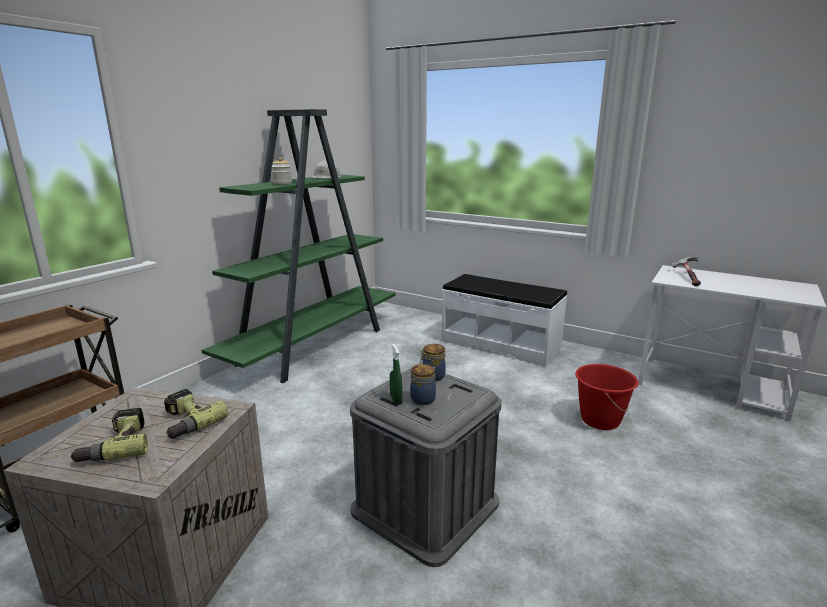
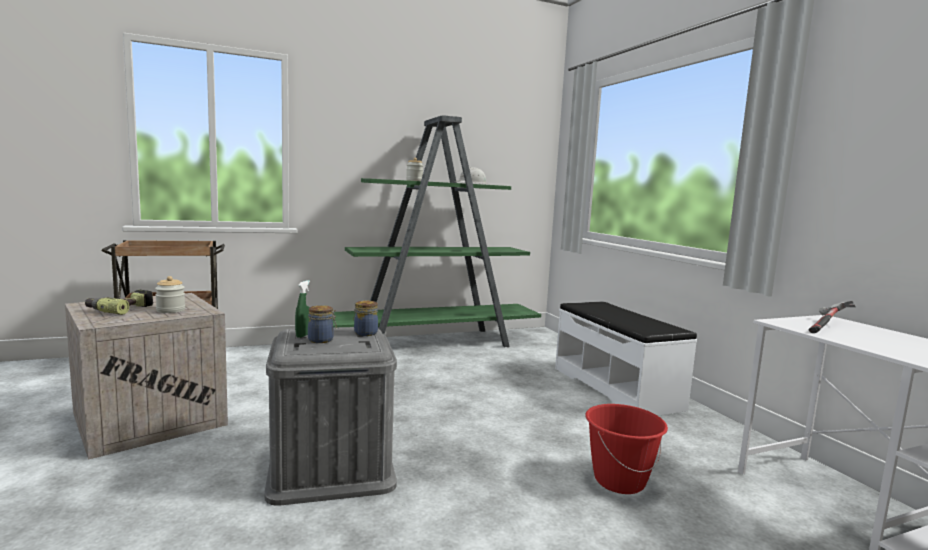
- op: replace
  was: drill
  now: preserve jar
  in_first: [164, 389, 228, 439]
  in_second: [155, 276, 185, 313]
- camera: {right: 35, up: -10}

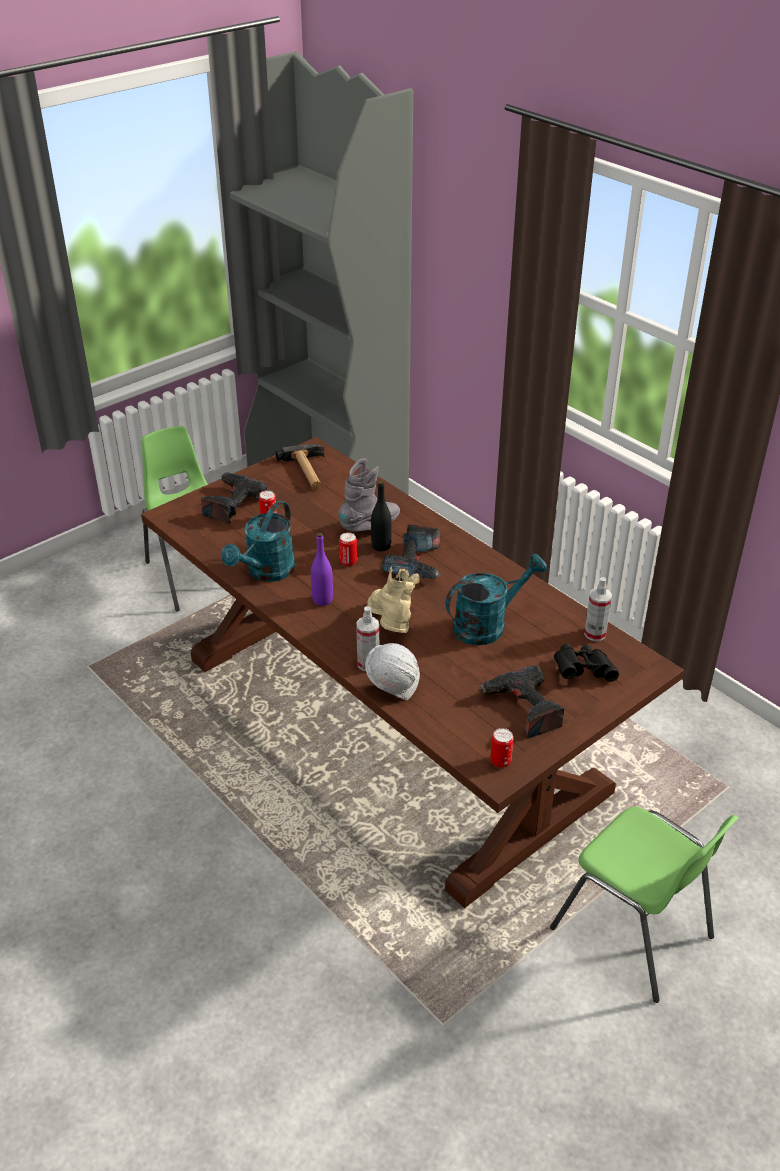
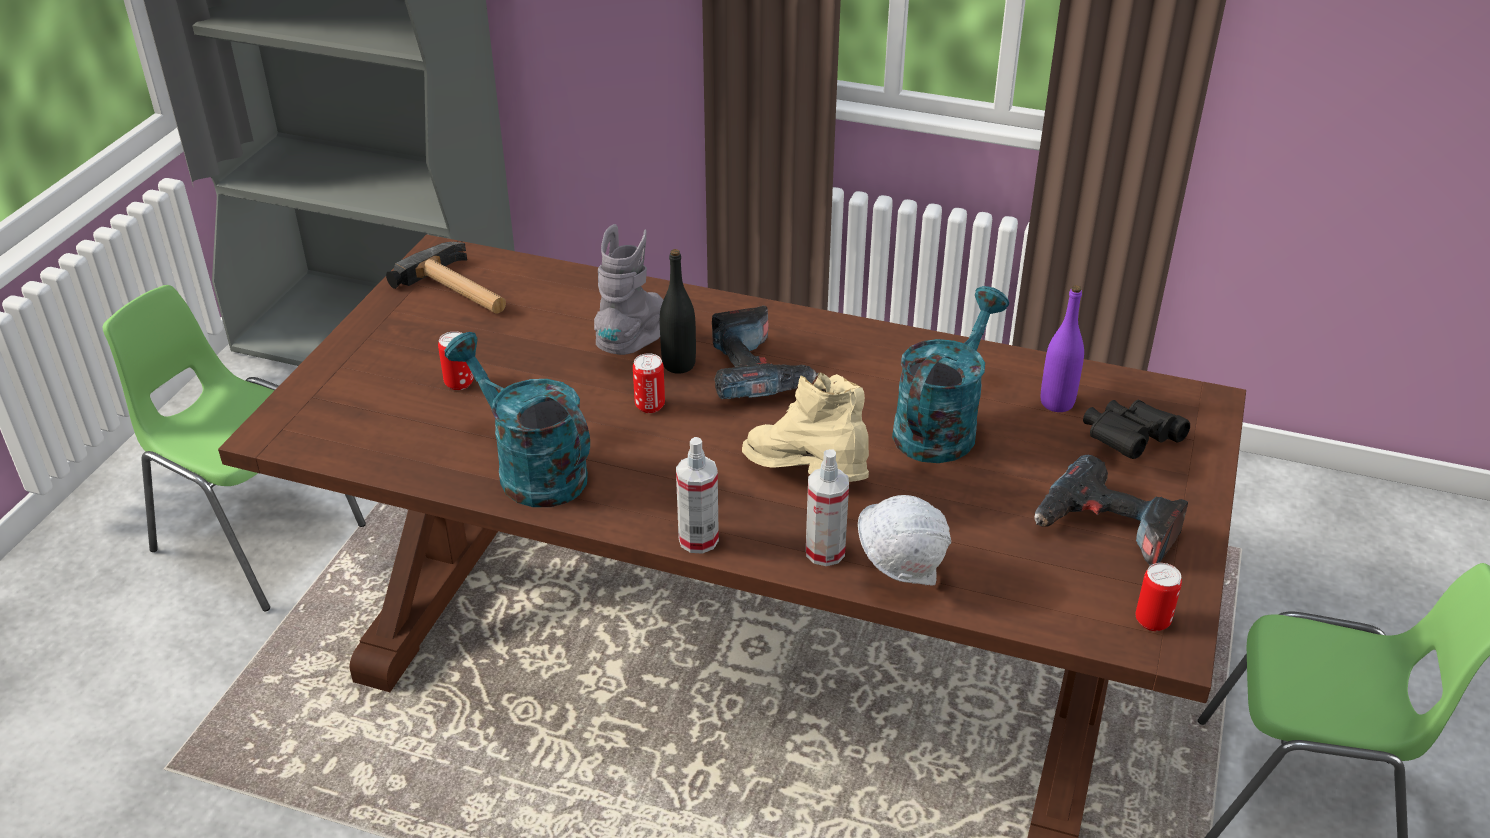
- op: rotate
  was: watering can (blue-green)
  in_first: [221, 501, 295, 582]
  in_second: [445, 332, 590, 507]
  clockwise: 135
- op: move
  was: hand sprayer
  in_first: [584, 577, 612, 641]
  in_second: [676, 437, 719, 554]
- op: move
  was: beverage bottle (purple-coloured)
  in_first: [311, 533, 333, 606]
  in_second: [1041, 285, 1084, 412]
- op: delete
  was: drill
  in_first: [201, 472, 268, 524]
- camera: {right: -30, up: 0}

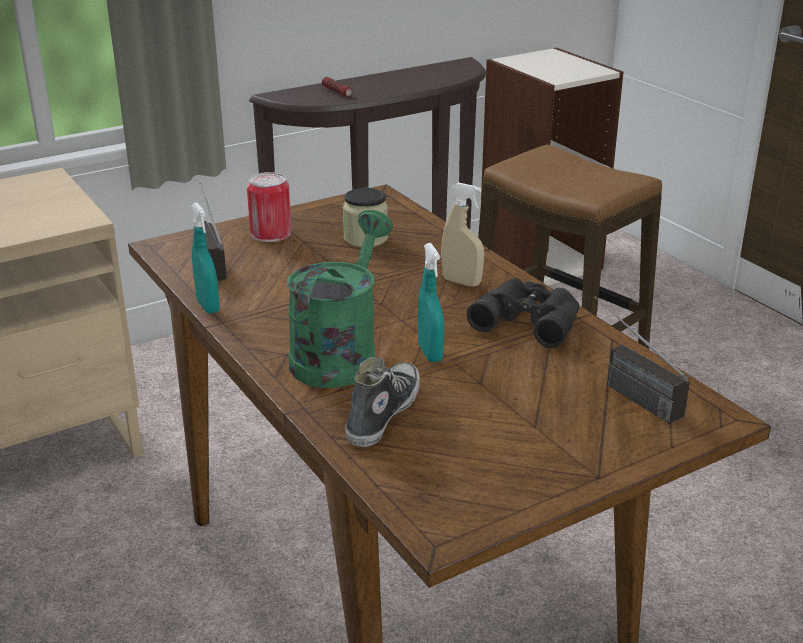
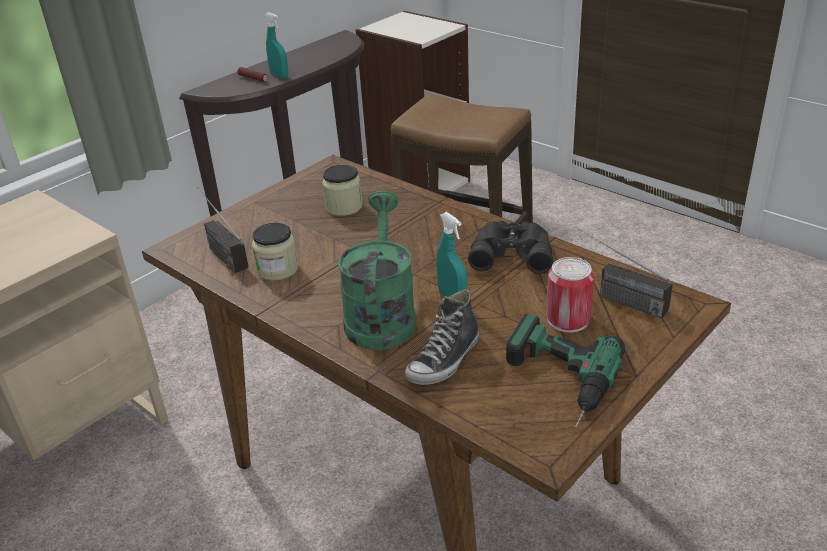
- op: insert
  now: preserve jar
  in_second: [252, 223, 298, 281]
- op: move
  was: hand sprayer (blue-green)
  in_first: [191, 202, 219, 314]
  in_second: [265, 12, 288, 78]
- op: rotate
  was: shoe
  in_first: [345, 357, 420, 447]
  in_second: [405, 289, 479, 385]
  clockwise: -150
- op: insert
  now: drill
  in_second: [506, 314, 625, 427]
- op: move
  was: metal can
  in_first: [247, 172, 291, 242]
  in_second: [546, 257, 594, 333]
- op: delete
  was: hand sprayer (beige)
  in_first: [441, 182, 484, 287]
- camera: {right: -15, up: 5}

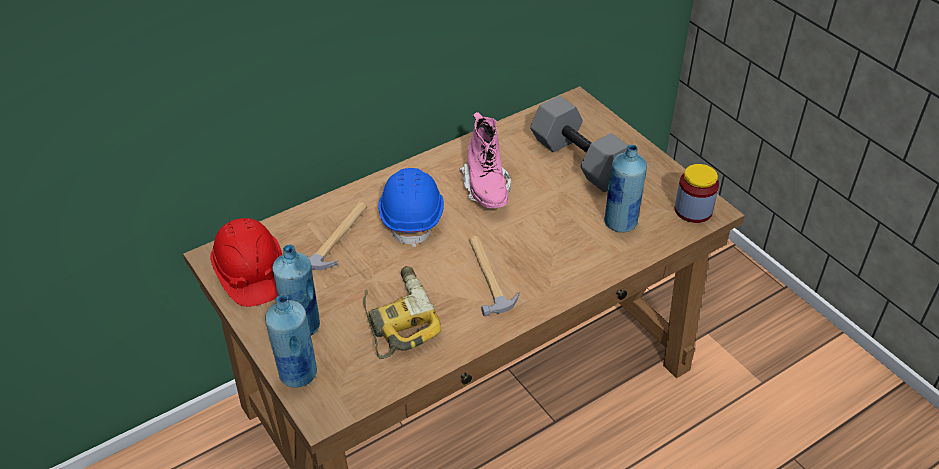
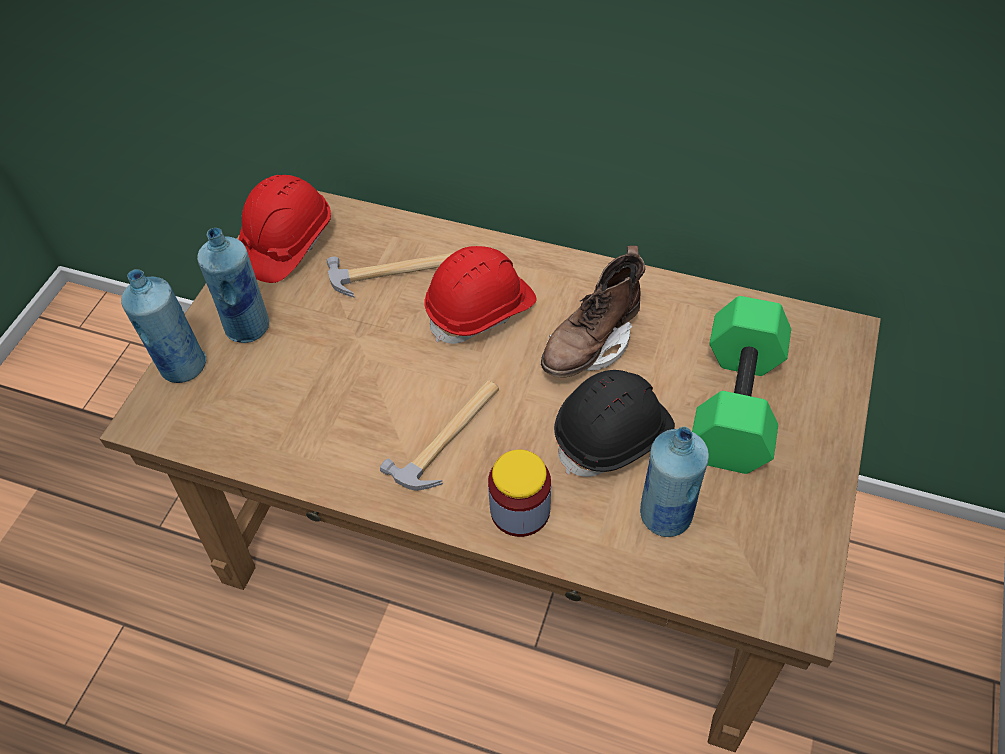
- op: recolor
  was: work helmet (blue-coloured)
  now: work helmet (reddish)
  in_first: [378, 168, 444, 247]
  in_second: [424, 246, 537, 344]
- op: move
  was: preserve jar
  in_first: [675, 164, 719, 223]
  in_second: [488, 450, 551, 537]
- op: recolor
  was: boot (pink)
  now: boot (brown-coloured)
  in_first: [459, 112, 511, 208]
  in_second: [541, 245, 645, 378]
- op: insert
  now: work helmet (blackish)
  in_second: [554, 370, 675, 477]
- op: recolor
  was: free weight (greyish)
  now: free weight (green-coloured)
  in_first: [530, 96, 627, 192]
  in_second: [692, 296, 791, 474]
- op: delete
  was: drill
  in_first: [363, 266, 441, 359]
- camera: {right: 55, up: 10}

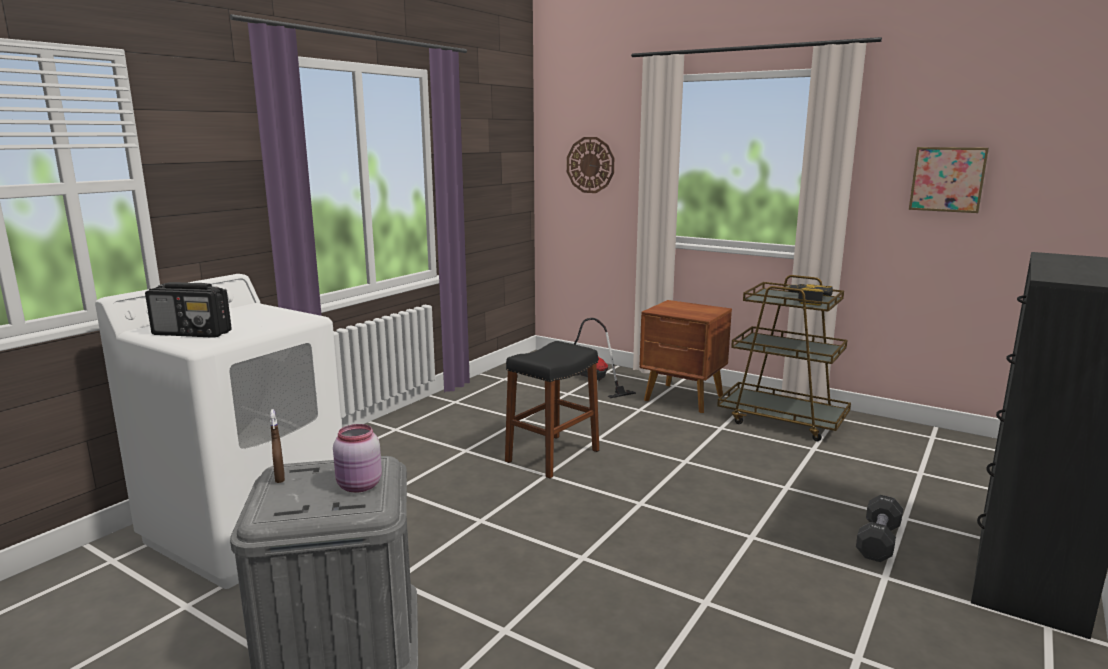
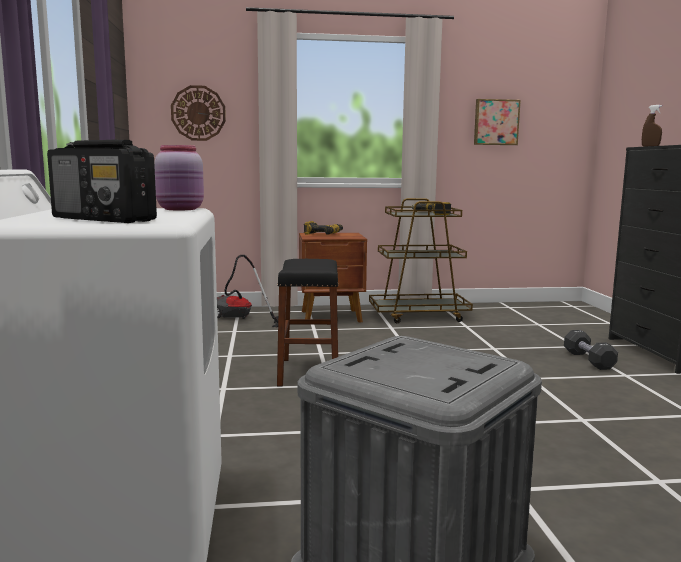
- op: rotate
  was: radio receiver
  in_first: [145, 282, 232, 338]
  in_second: [47, 140, 157, 223]
  clockwise: 60
- op: move
  was: preserve jar (pink)
  in_first: [333, 424, 382, 493]
  in_second: [154, 145, 204, 210]
- op: insert
  now: drill
  in_second: [304, 221, 343, 235]
- op: move
  was: hand sprayer (brown-coloured)
  in_first: [270, 409, 285, 483]
  in_second: [642, 105, 662, 147]
- camera: {right: -40, up: -5}

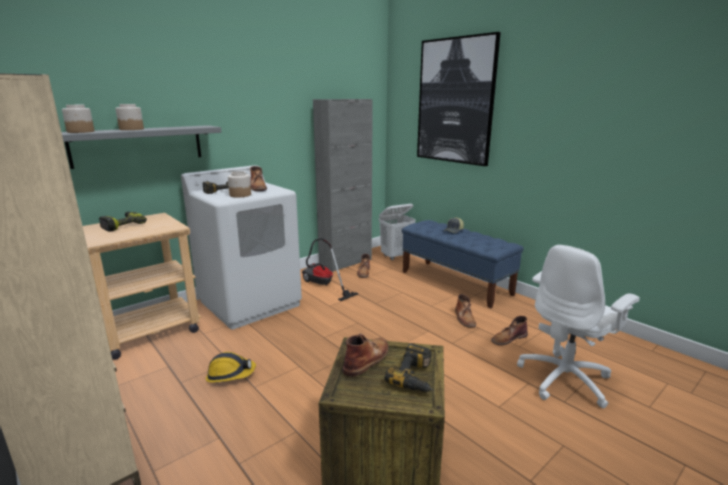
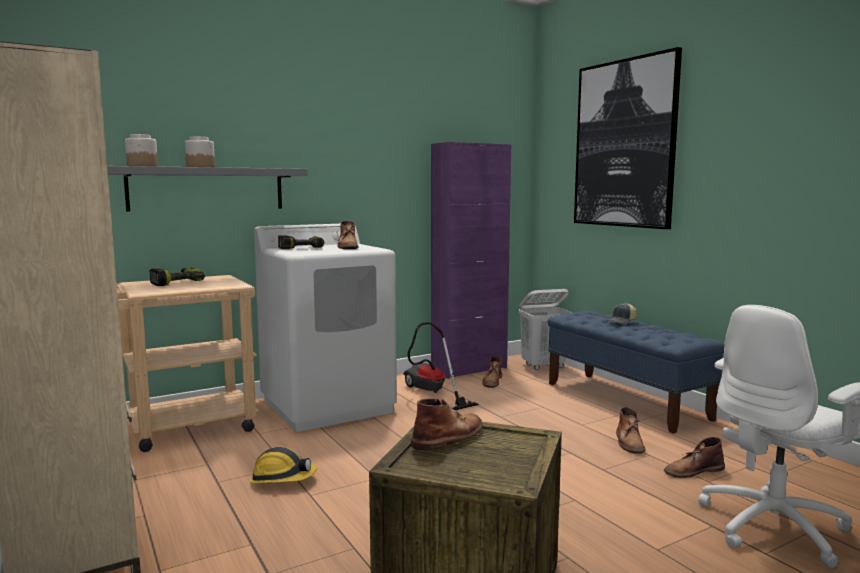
- op: recolor
  was: storage cabinet (greyish)
  now: storage cabinet (purple-coloured)
  in_first: [313, 99, 373, 272]
  in_second: [431, 142, 511, 379]
- op: delete
  was: preserve jar
  in_first: [228, 171, 251, 198]
- op: delete
  was: drill
  in_first: [385, 343, 434, 392]
- camera: {right: 10, up: -10}

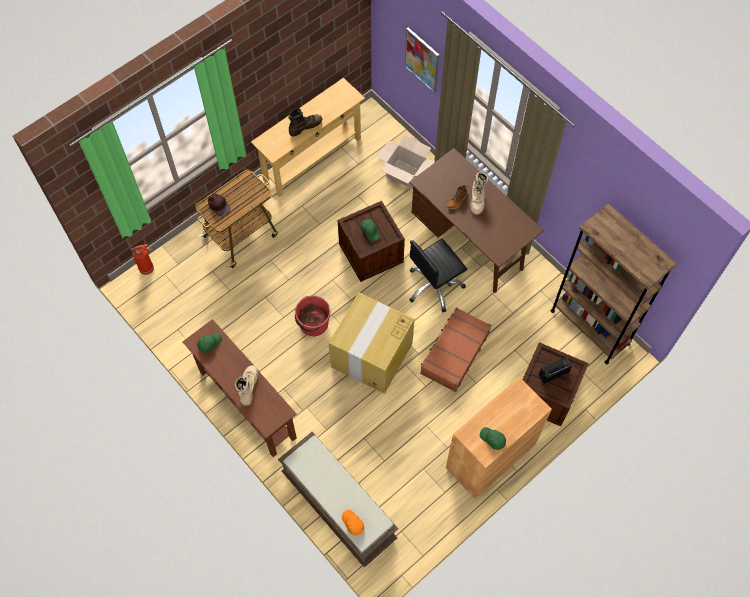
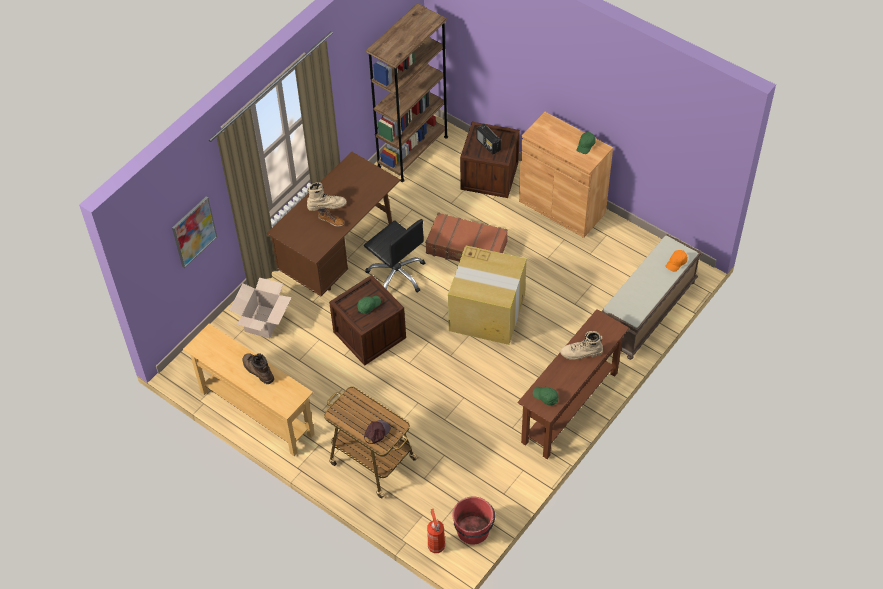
- op: move
  was: bucket (reddish)
  in_first: [295, 296, 330, 336]
  in_second: [452, 497, 495, 545]
- camera: {right: -100, up: -10}

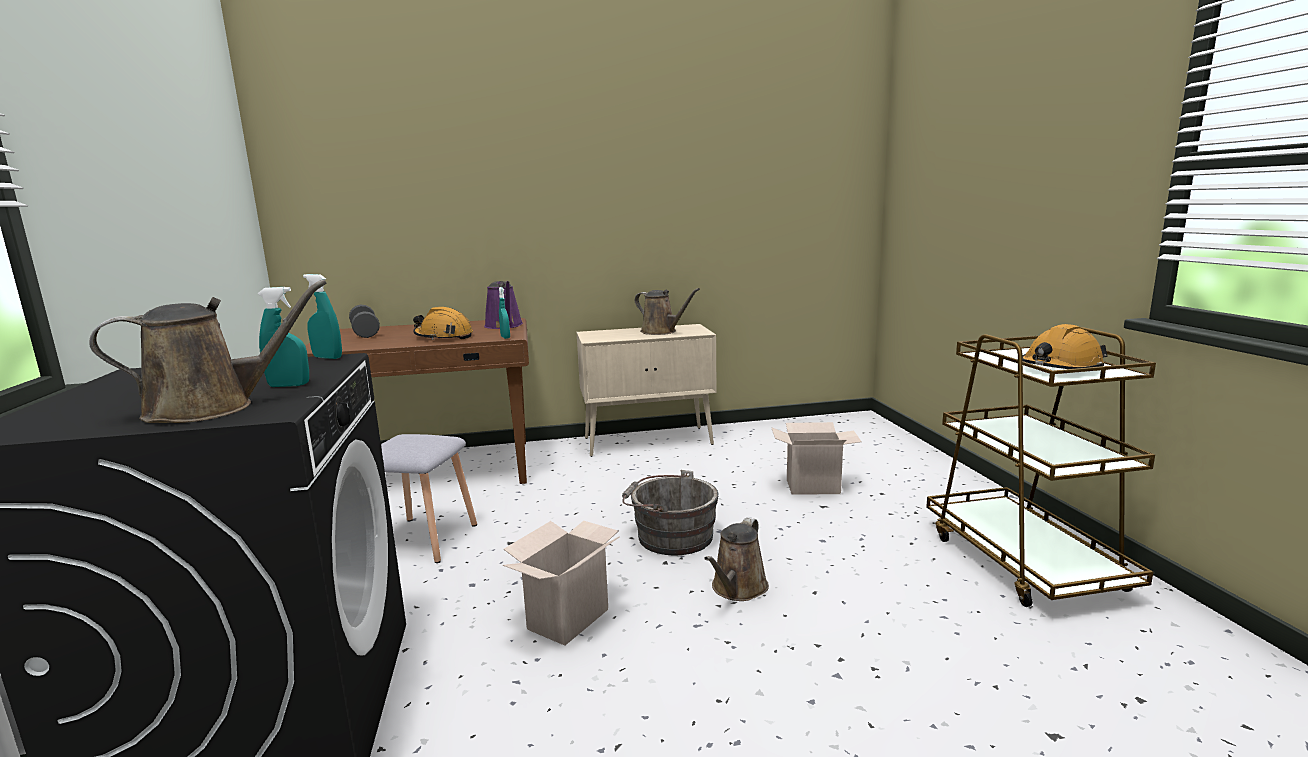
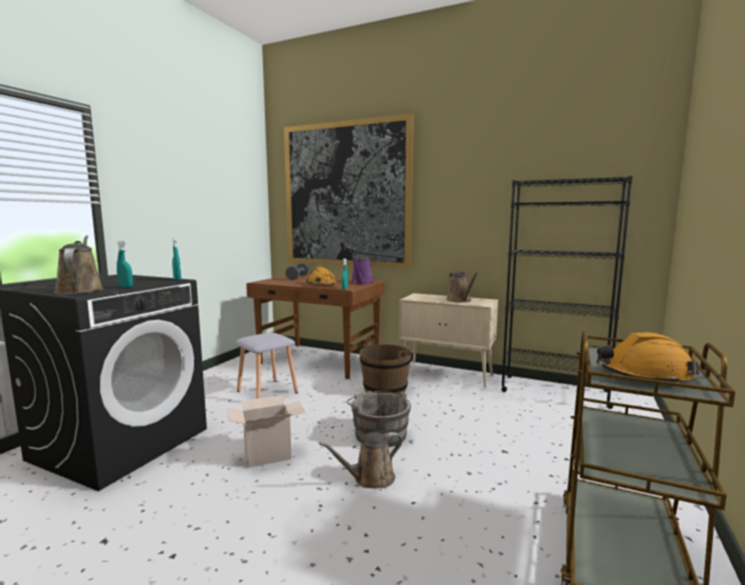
- op: rotate
  was: watering can (brown-coloured)
  in_first: [89, 280, 327, 423]
  in_second: [54, 236, 104, 294]
  clockwise: -120
- op: insert
  now: wall art
  in_second: [284, 113, 414, 268]
- op: insert
  now: bucket (brown-coloured)
  in_second: [359, 338, 411, 395]
- op: insert
  now: shelving unit (blackish)
  in_second: [501, 176, 633, 409]
- op: delete
  was: packing box
  in_first: [771, 422, 862, 494]
- camera: {right: 35, up: -5}

